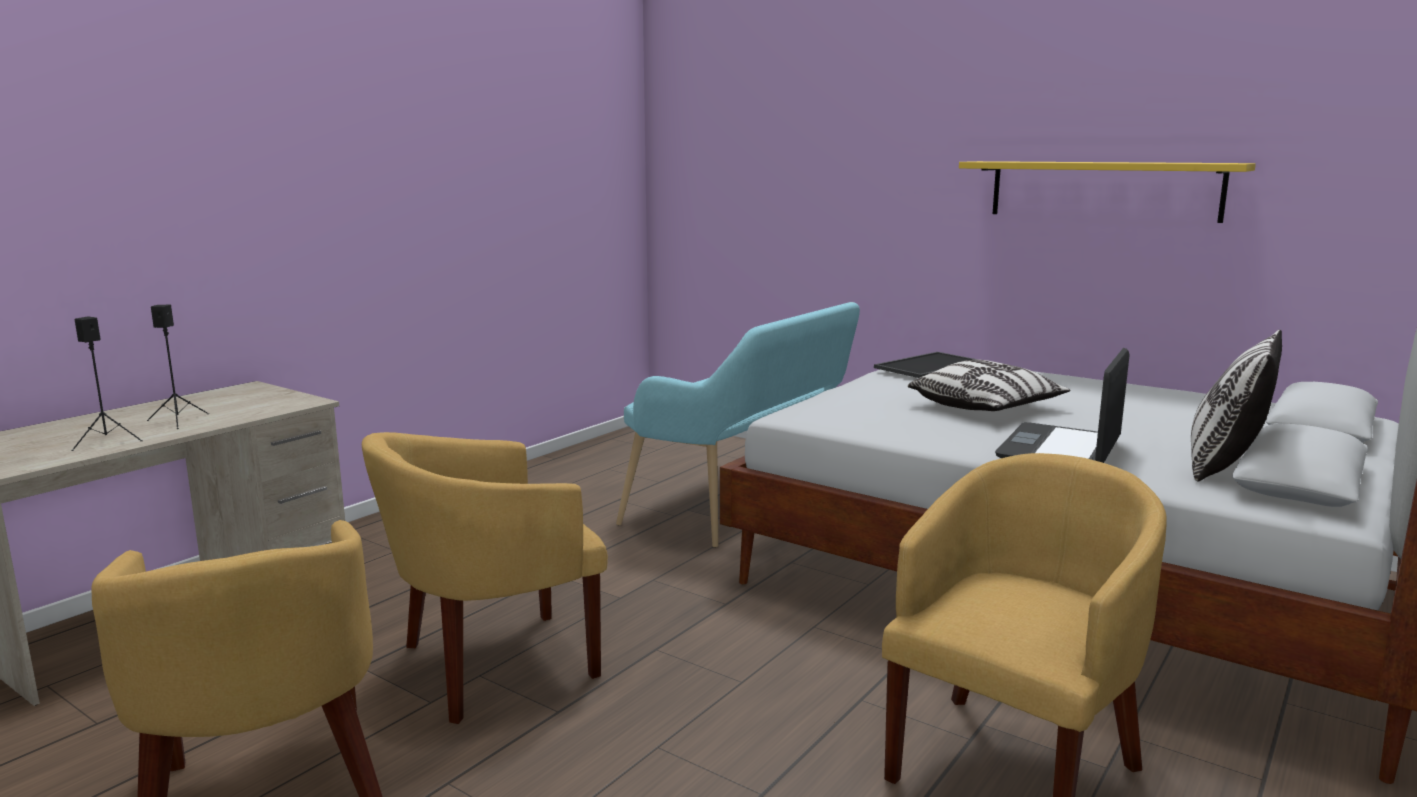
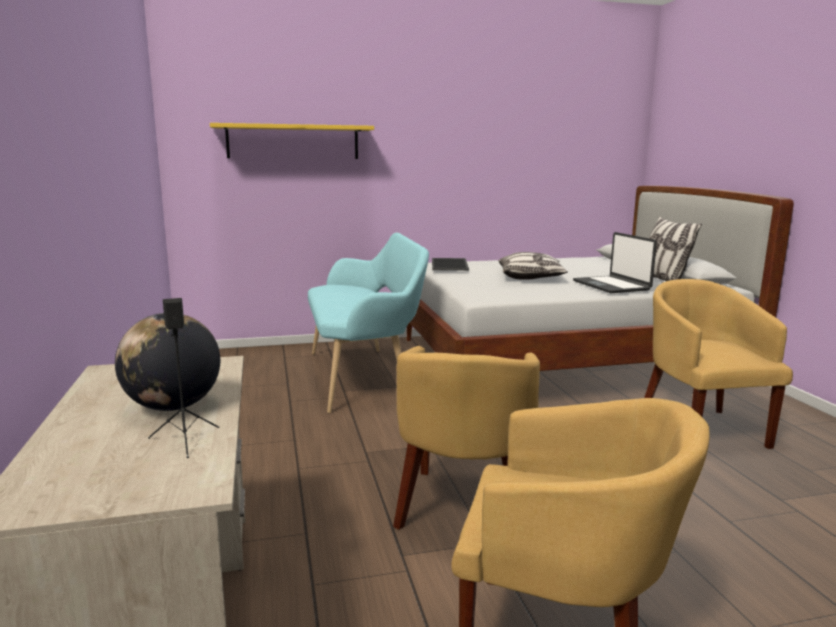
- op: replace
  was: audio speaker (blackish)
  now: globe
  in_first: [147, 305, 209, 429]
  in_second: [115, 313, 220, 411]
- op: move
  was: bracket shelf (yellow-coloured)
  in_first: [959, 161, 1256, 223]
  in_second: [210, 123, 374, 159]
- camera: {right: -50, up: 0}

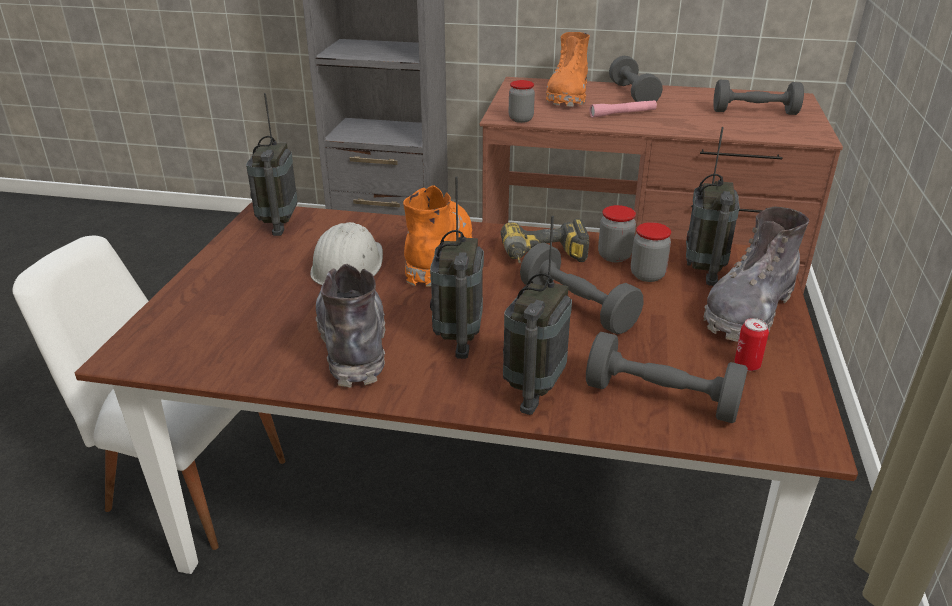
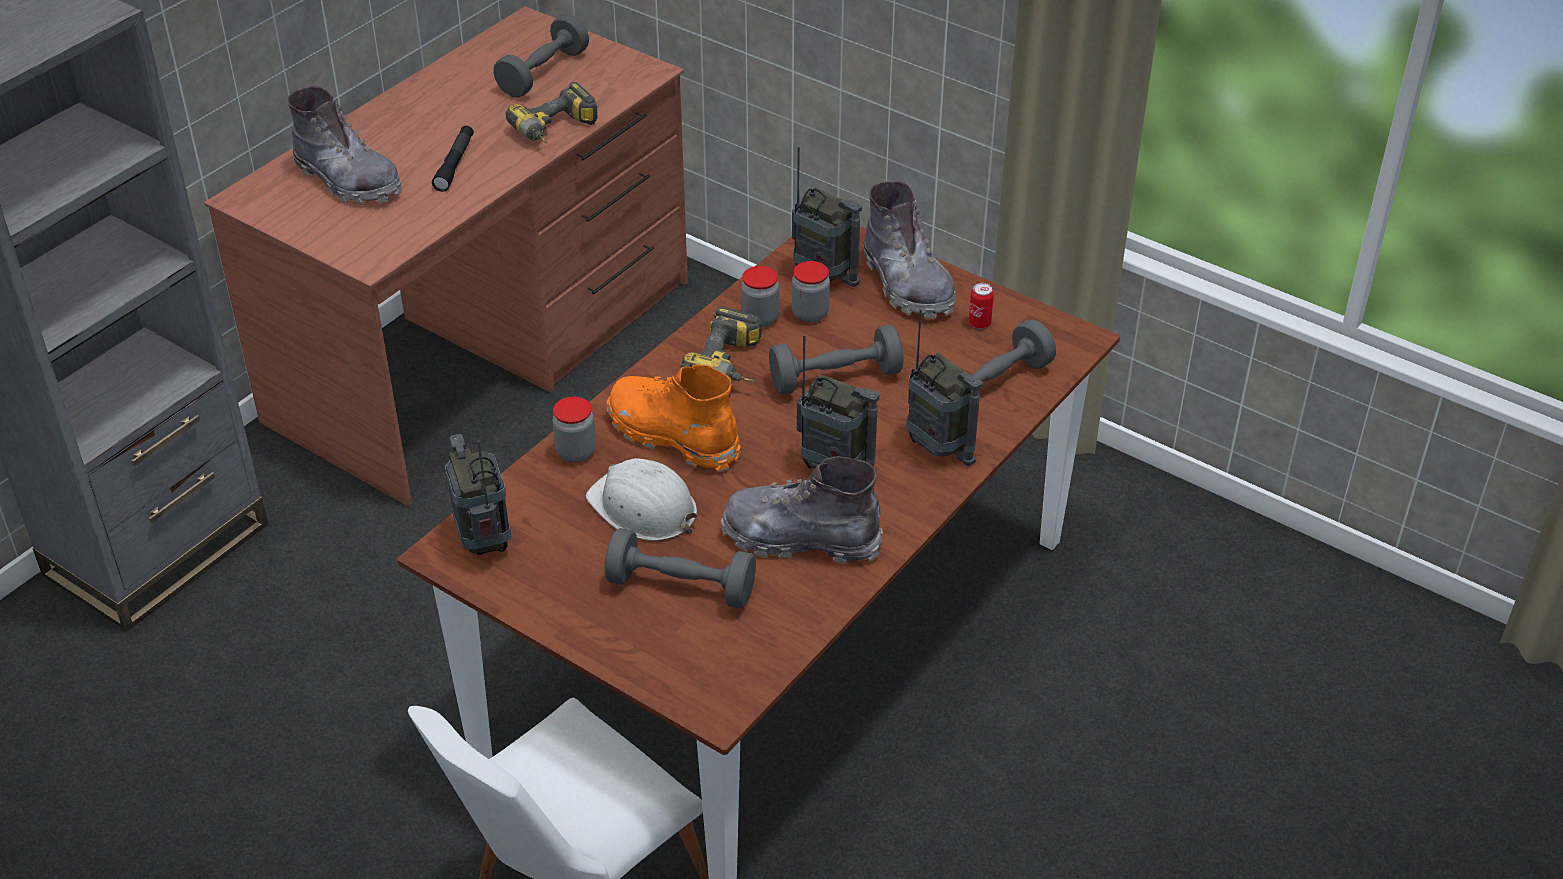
- op: recolor
  was: boot (orangey)
  now: boot (greyish)
  in_first: [546, 32, 590, 107]
  in_second: [287, 86, 402, 205]
- op: recolor
  was: hand torch (pink)
  now: hand torch (blackish)
  in_first: [590, 100, 657, 118]
  in_second: [432, 126, 474, 192]
- op: rotate
  was: radio receiver
  in_first: [246, 93, 297, 236]
  in_second: [445, 434, 511, 555]
  clockwise: -135
- op: insert
  now: drill
  in_second: [505, 82, 598, 144]
- op: move
  was: preserve jar
  in_first: [509, 80, 535, 123]
  in_second: [552, 397, 596, 462]
- op: move
  was: free weight (greyish)
  in_first: [609, 56, 663, 102]
  in_second: [605, 528, 756, 609]
- camera: {right: -65, up: 10}

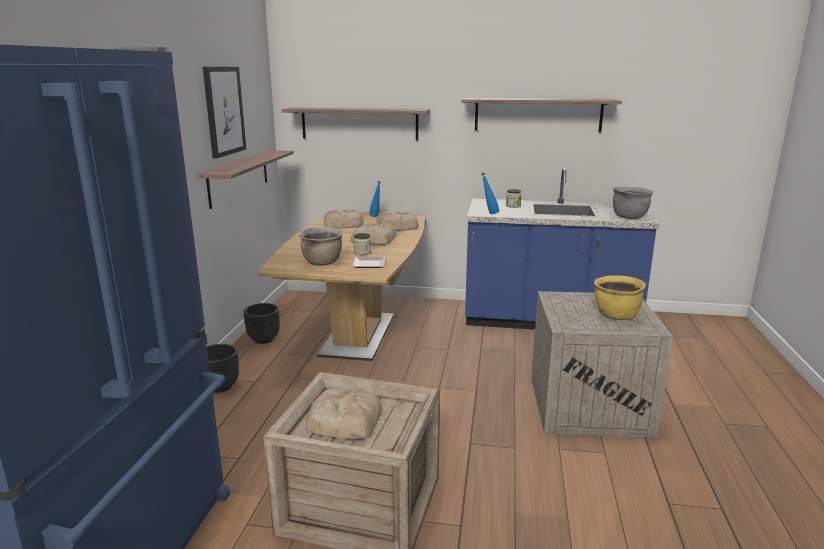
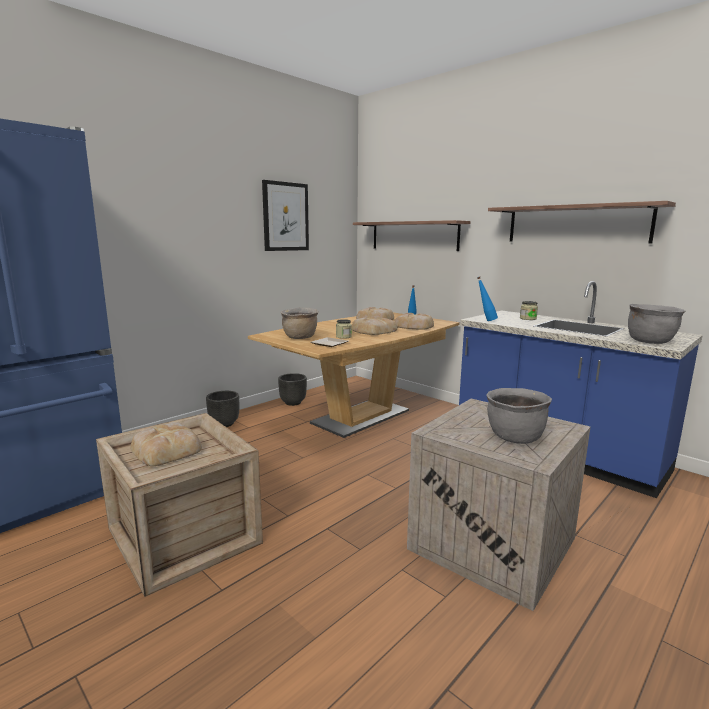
- op: recolor
  was: stockpot (yellow-coloured)
  now: stockpot (greyish)
  in_first: [594, 275, 646, 320]
  in_second: [486, 388, 552, 444]
- op: delete
  was: bracket shelf
  in_first: [198, 150, 294, 209]
- camera: {right: 35, up: -5}

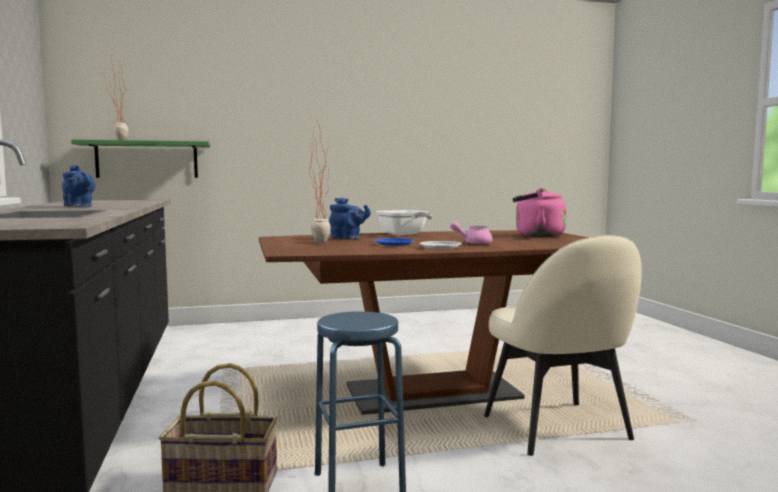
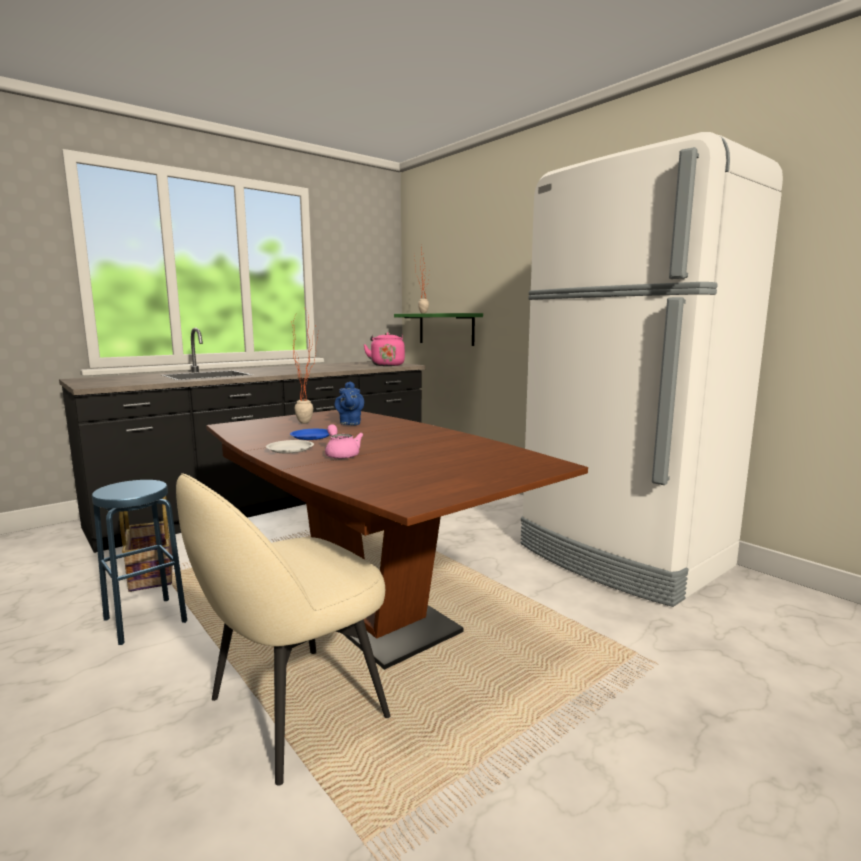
- op: move
  was: kettle (pink)
  in_first: [512, 188, 566, 237]
  in_second: [363, 332, 405, 366]
- op: insert
  now: refrigerator (white)
  in_second: [521, 132, 783, 607]
- op: delete
  was: pot for tea (blue-coloured)
  in_first: [62, 165, 95, 207]
- op: delete
  was: frying pan
  in_first: [376, 210, 433, 235]
- camera: {right: 65, up: 5}

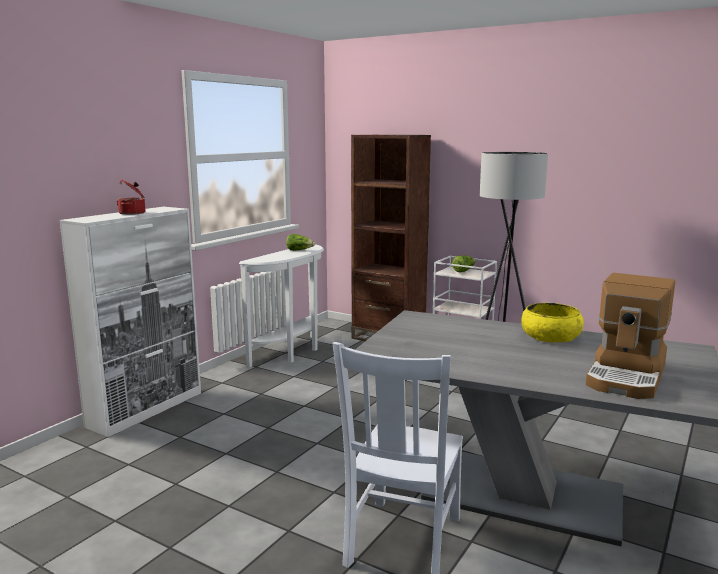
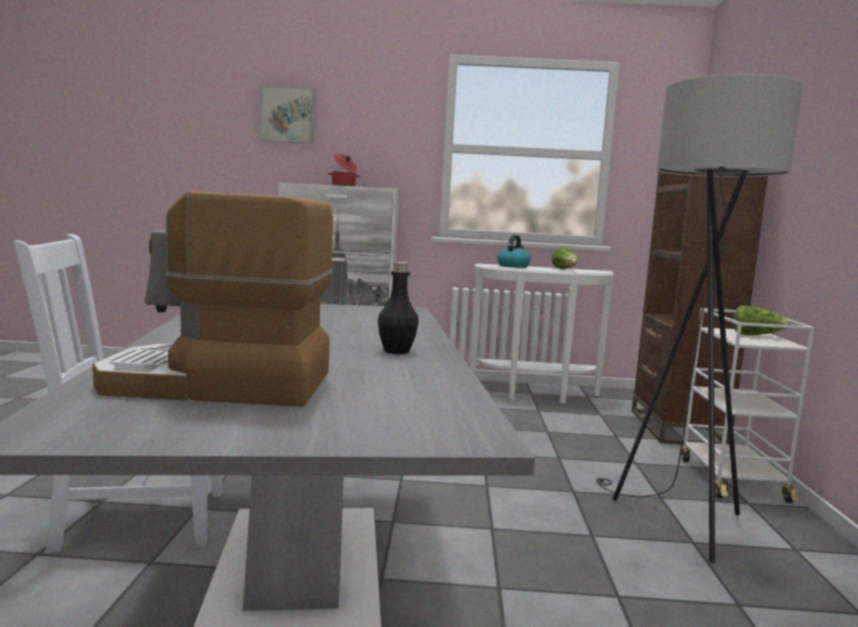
- op: insert
  now: wall art
  in_second: [260, 86, 315, 144]
- op: replace
  was: serving bowl (yellow-coloured)
  now: beverage bottle (blackish)
  in_first: [521, 303, 584, 342]
  in_second: [378, 262, 419, 354]
- op: insert
  now: kettle
  in_second: [497, 235, 530, 268]
- camera: {right: 60, up: -5}

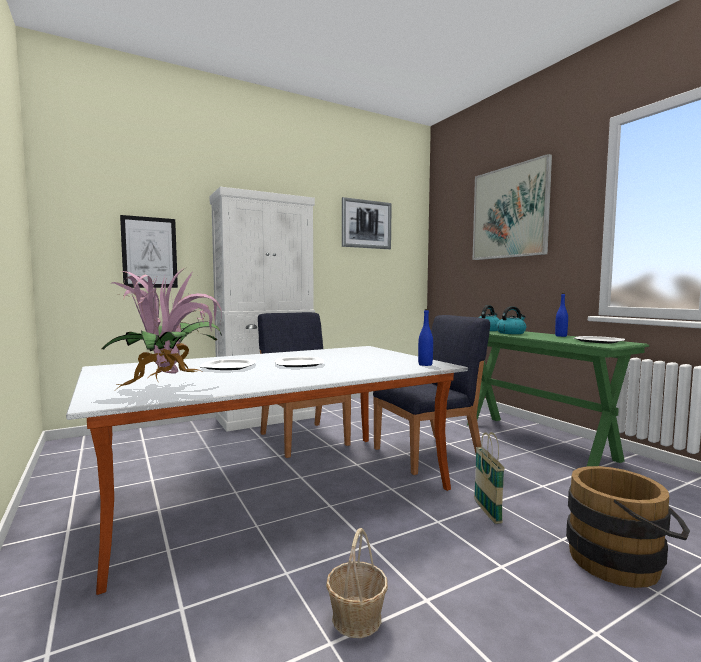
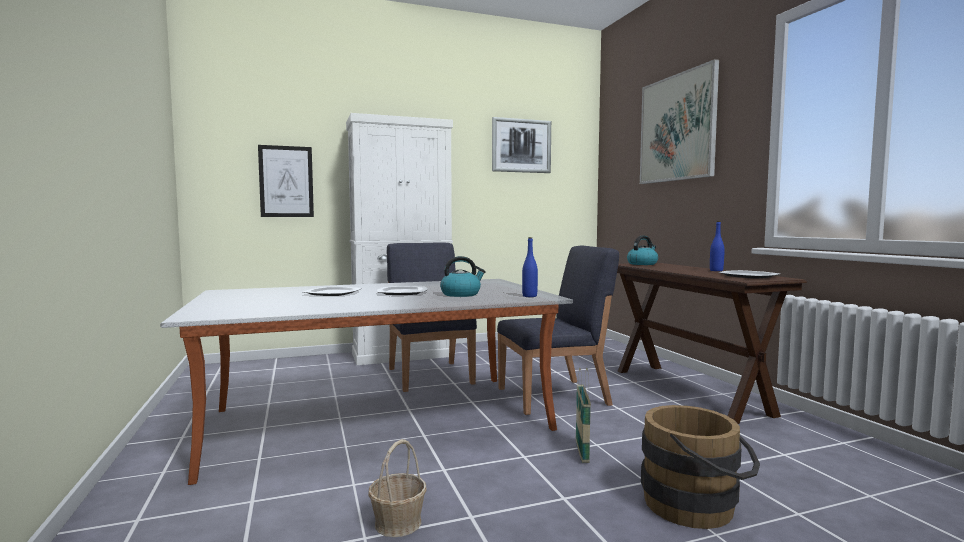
- op: move
  was: kettle
  in_first: [496, 306, 526, 334]
  in_second: [440, 256, 486, 297]
- op: recolor
  was: console table (green-coloured)
  now: console table (brown-coloured)
  in_first: [467, 331, 649, 466]
  in_second: [617, 263, 807, 424]
- op: delete
  was: potted plant
  in_first: [102, 267, 222, 389]
- camera: {right: 10, up: 0}

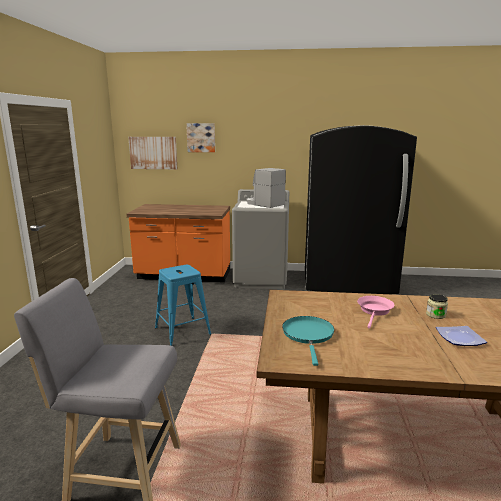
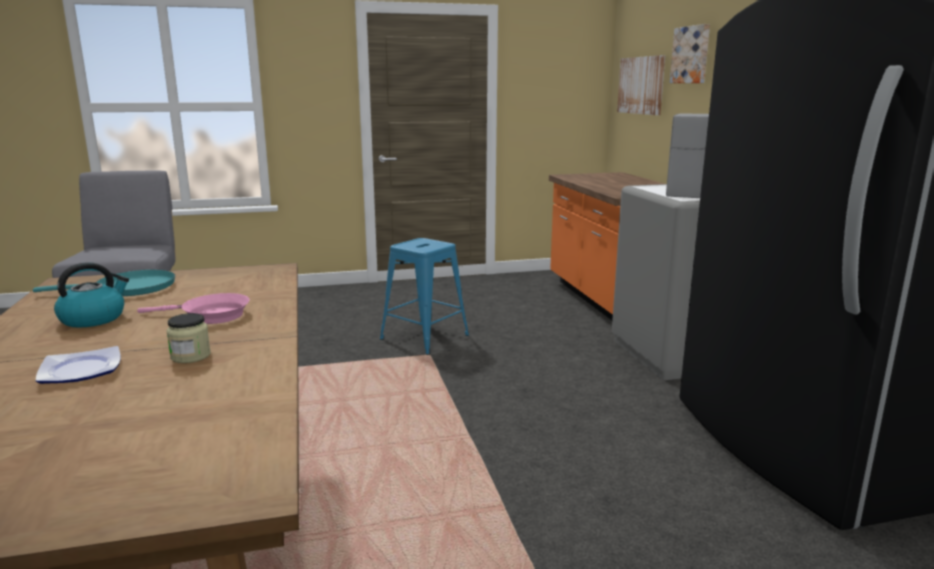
- op: insert
  now: kettle
  in_second: [54, 262, 129, 328]
- camera: {right: 70, up: 0}

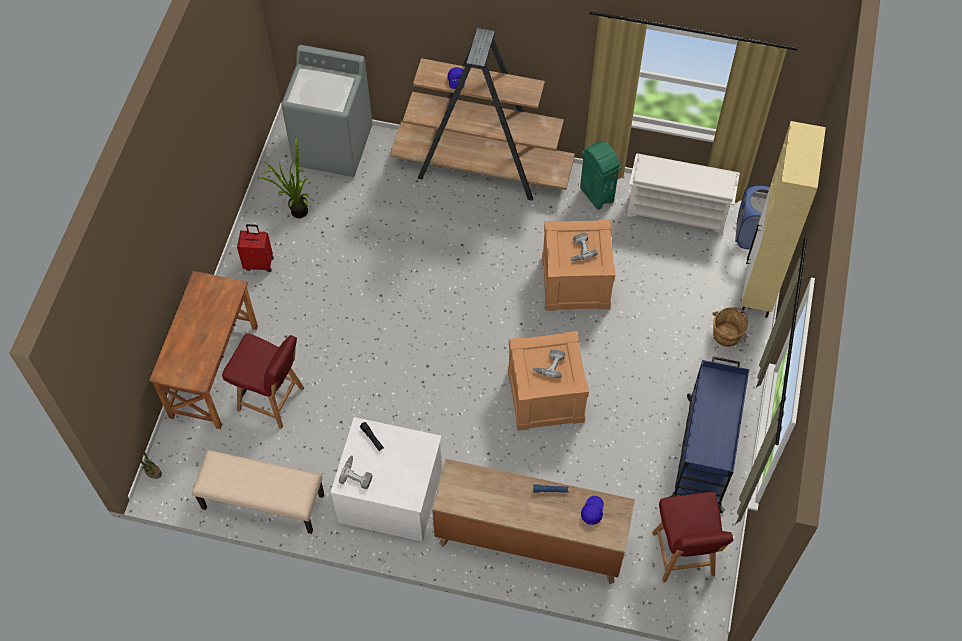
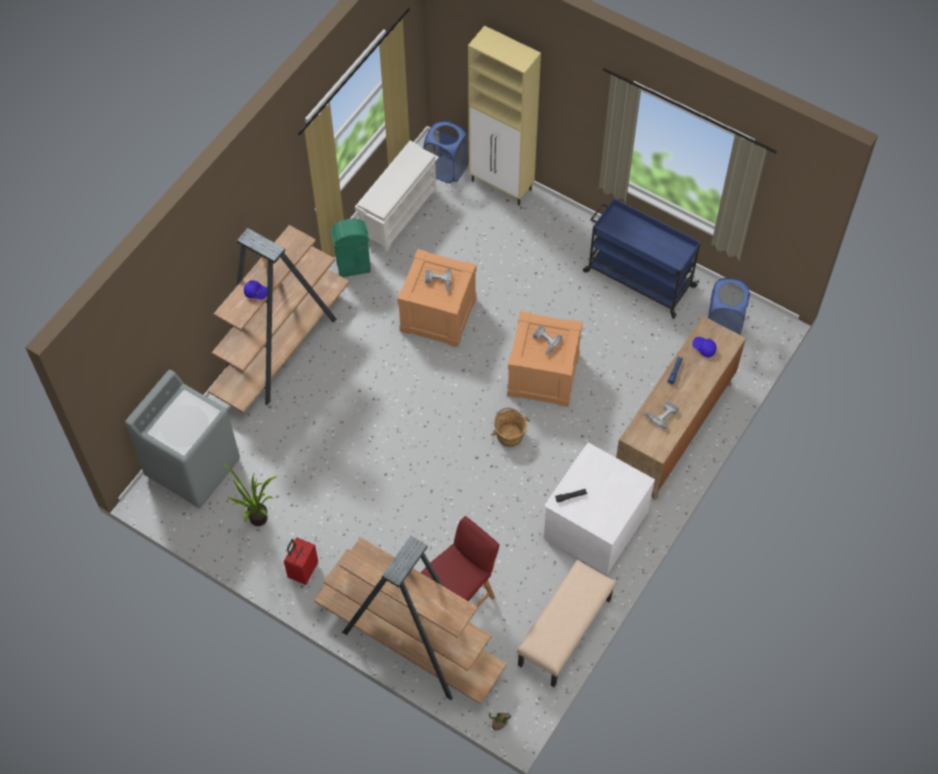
- op: replace
  was: desk unit (brown-coloured)
  now: shelving unit (brown-coloured)
  in_first: [149, 271, 258, 429]
  in_second: [314, 536, 507, 704]
- op: move
  was: bucket (brown-coloured)
  in_first: [713, 307, 748, 347]
  in_second: [491, 408, 530, 447]
- op: move
  was: drill
  in_first: [339, 455, 372, 489]
  in_second: [643, 401, 679, 429]
- op: replace
  was: chair (reddish)
  now: hamper (blue-coloured)
  in_first: [652, 492, 733, 582]
  in_second: [708, 278, 750, 335]
- camera: {right: -70, up: 0}

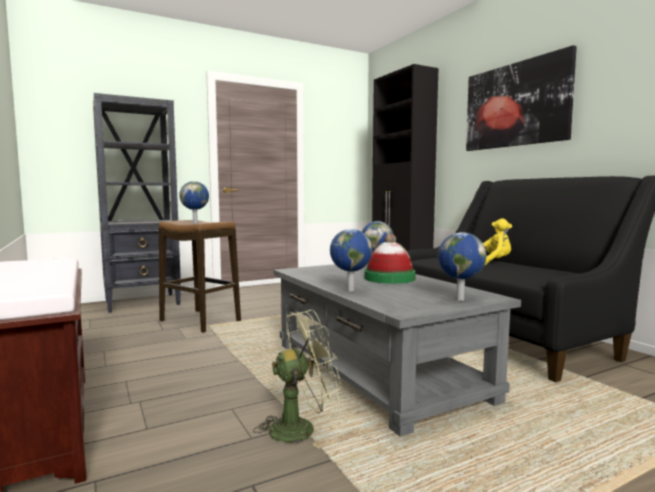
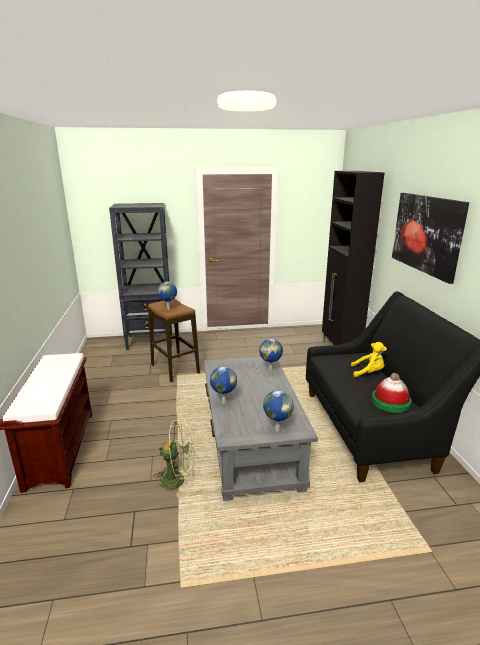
- op: move
  was: wearable hat
  in_first: [364, 234, 416, 284]
  in_second: [372, 373, 411, 413]
- camera: {right: 20, up: 15}

